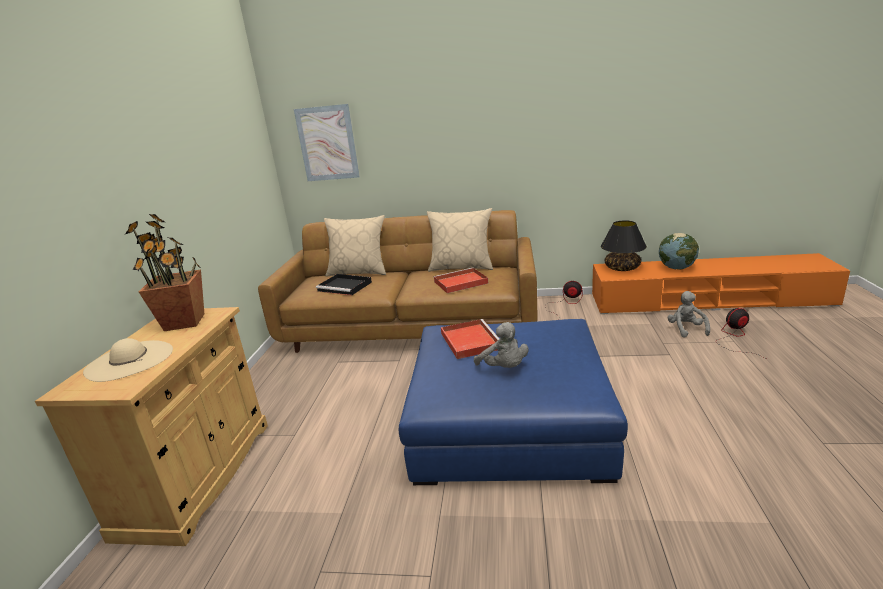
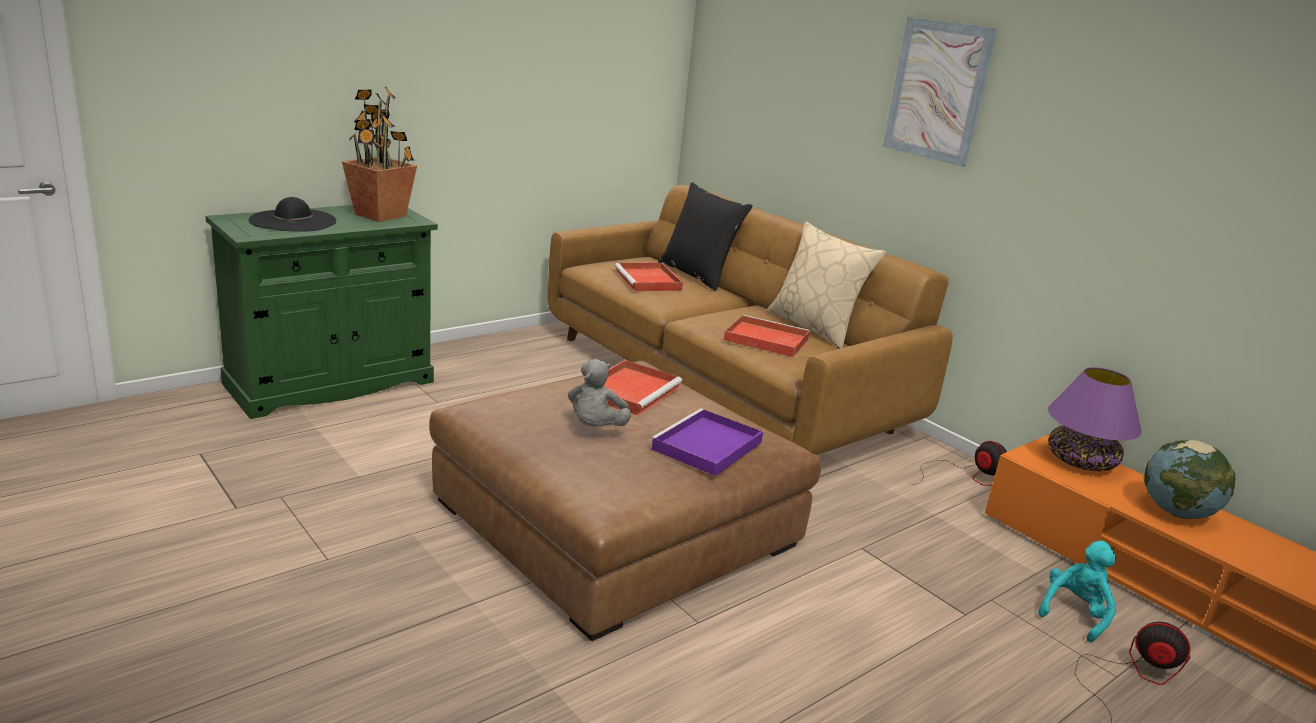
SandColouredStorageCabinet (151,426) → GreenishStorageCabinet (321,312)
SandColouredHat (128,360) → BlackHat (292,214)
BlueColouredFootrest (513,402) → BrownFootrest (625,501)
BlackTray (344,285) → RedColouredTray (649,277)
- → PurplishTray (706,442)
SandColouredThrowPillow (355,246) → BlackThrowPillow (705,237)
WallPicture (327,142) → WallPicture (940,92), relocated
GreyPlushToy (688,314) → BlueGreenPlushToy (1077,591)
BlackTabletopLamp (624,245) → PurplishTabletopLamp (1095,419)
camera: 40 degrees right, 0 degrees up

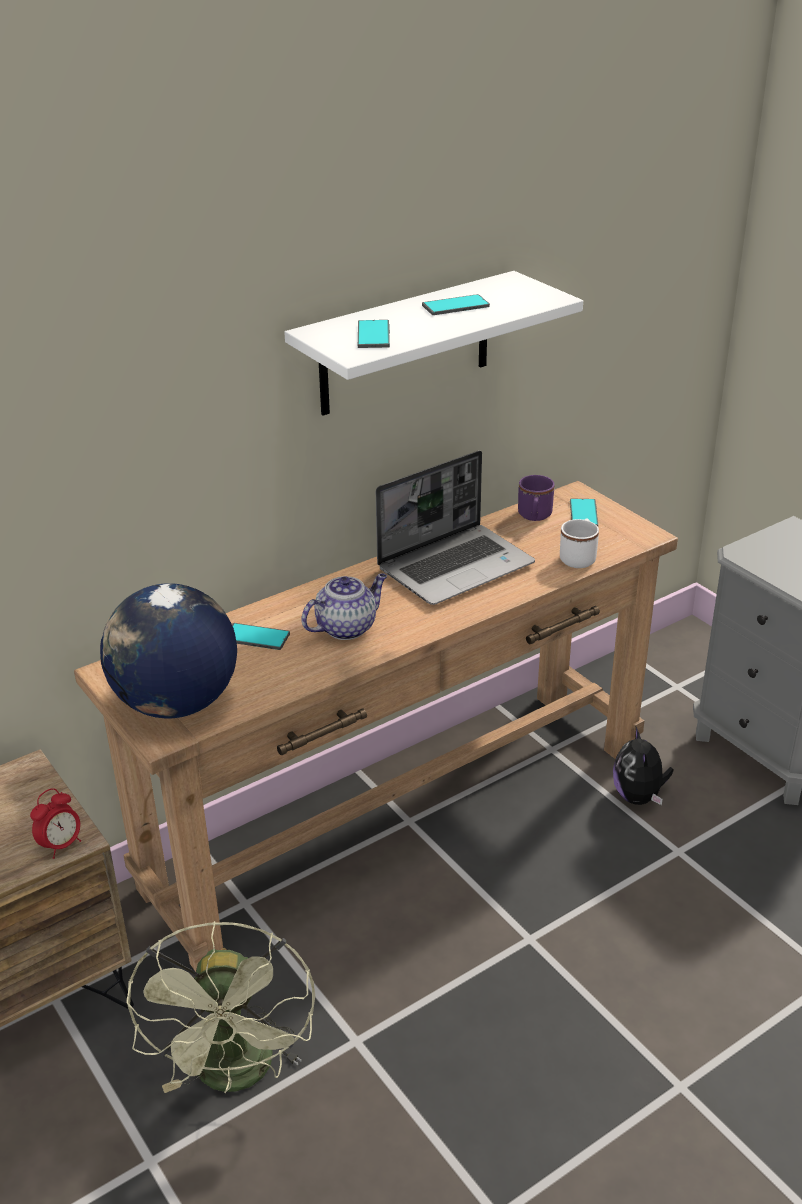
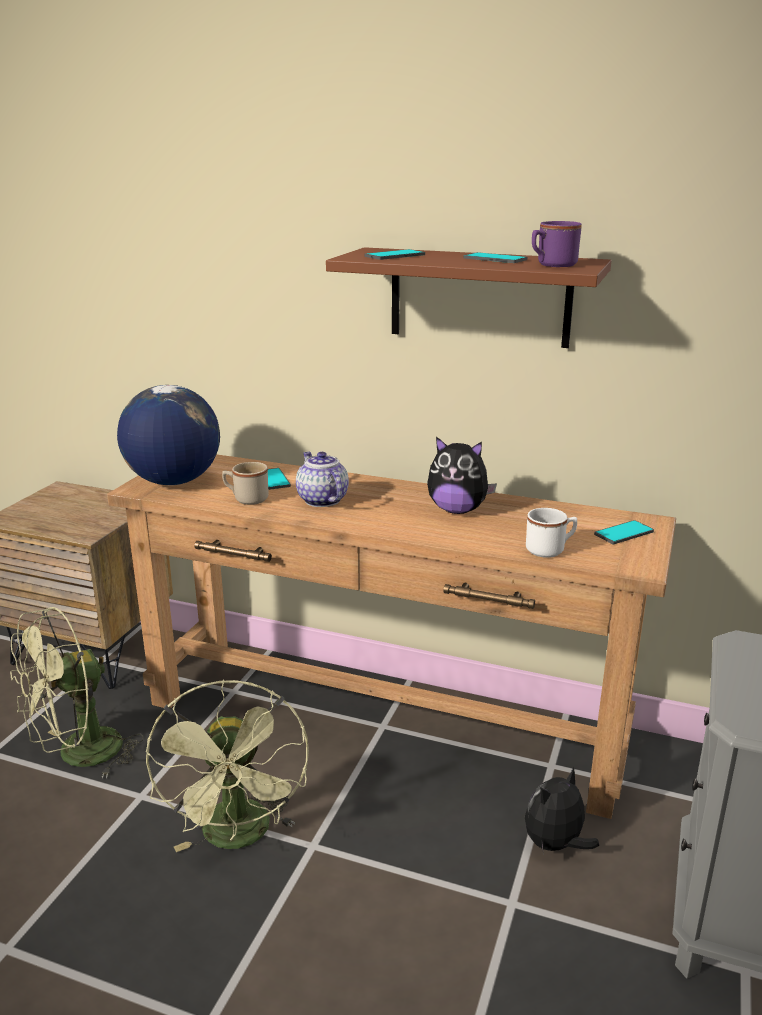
- → GreenishElectricFan (227,765)
- → SandColouredTeaMug (245,483)
TeaPot (344,606) → TeaPot (322,479), 135 degrees counterclockwise
WhitishShelf (433,343) → BrownShelf (468,297)
PortableComputer (455,527) → PlushToy (462,475)
PurplishTeaMug (536,498) → PurplishTeaMug (557,244), relocated
TableClock (55,823) → -
camera: 55 degrees right, 10 degrees down

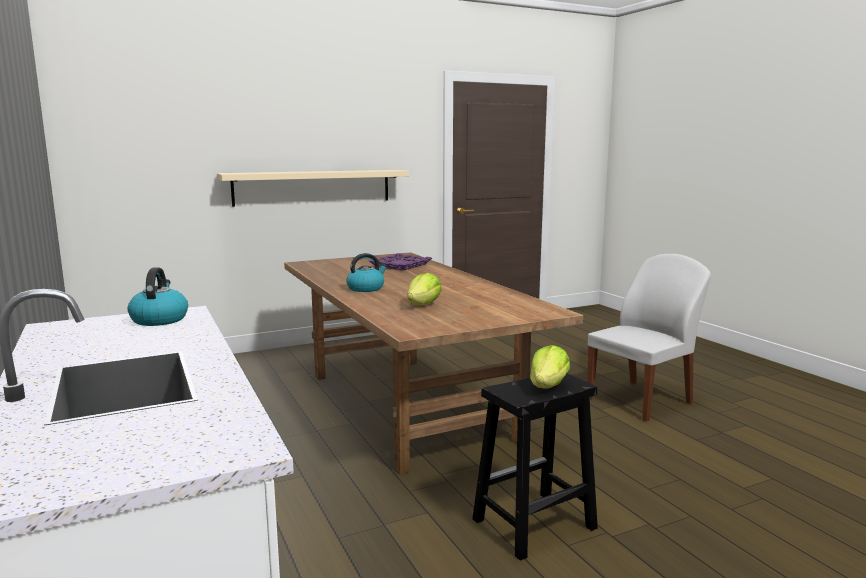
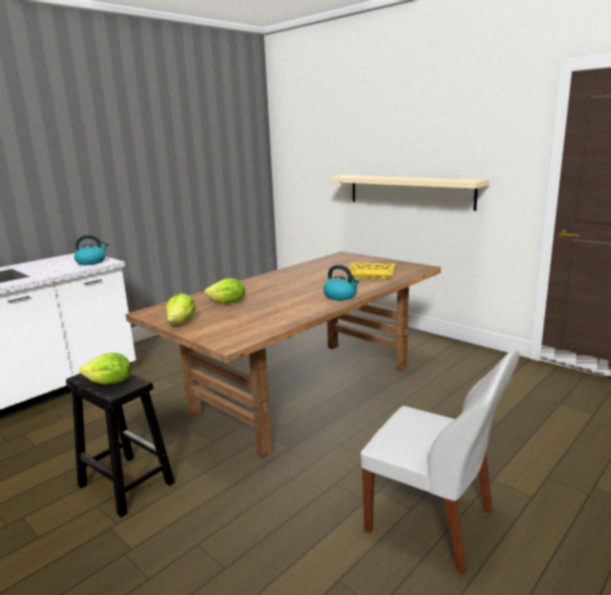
- → LettuceHead (181,309)
TeaKettle (366,272) → TeaKettle (341,282), relocated
PurplishTray (400,261) → YellowColouredTray (370,271)
camera: 70 degrees right, 5 degrees up

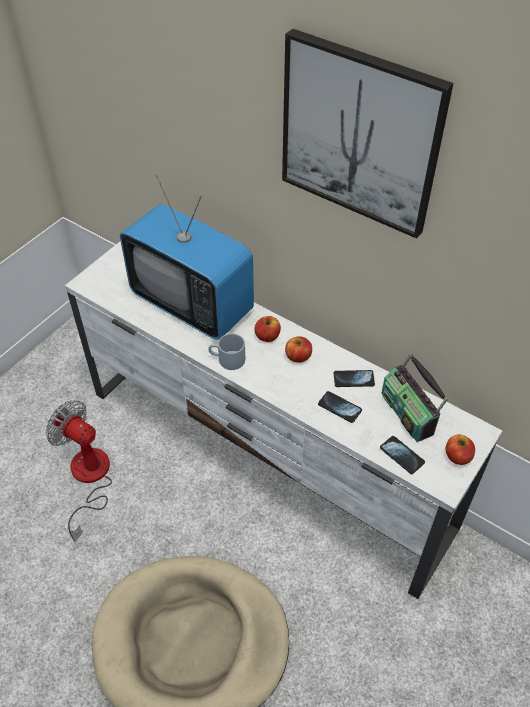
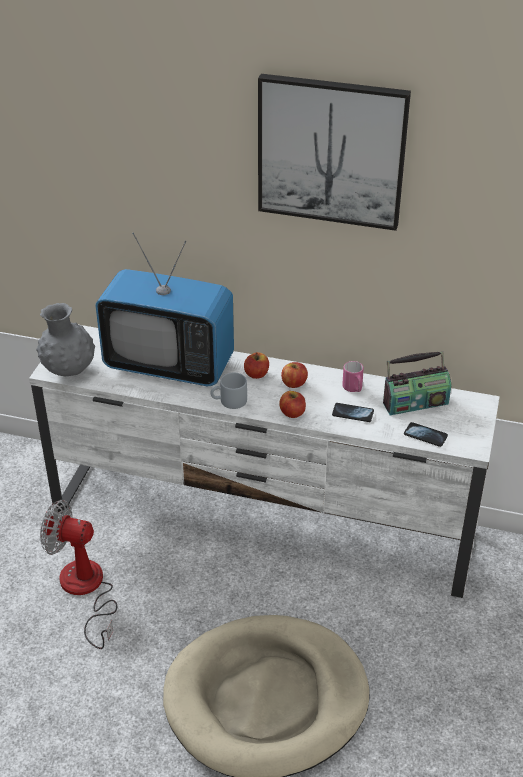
- → GreyVase (65,339)
AppleFruit (460,449) → AppleFruit (292,404), relocated
Handset (354,378) → PinkColouredTeaMug (353,376)
RadioReceiver (414,397) → RadioReceiver (417,383), 60 degrees counterclockwise
camera: 20 degrees left, 10 degrees down

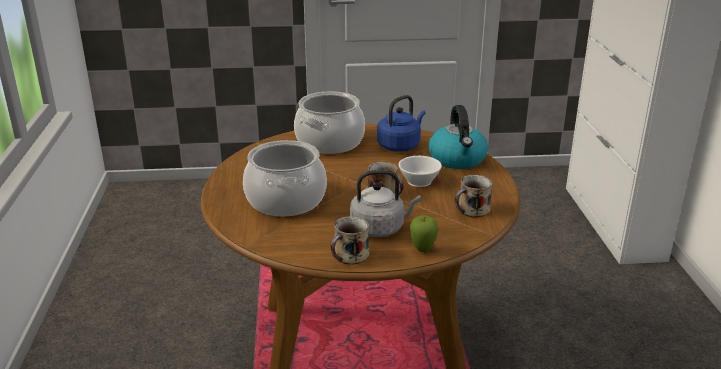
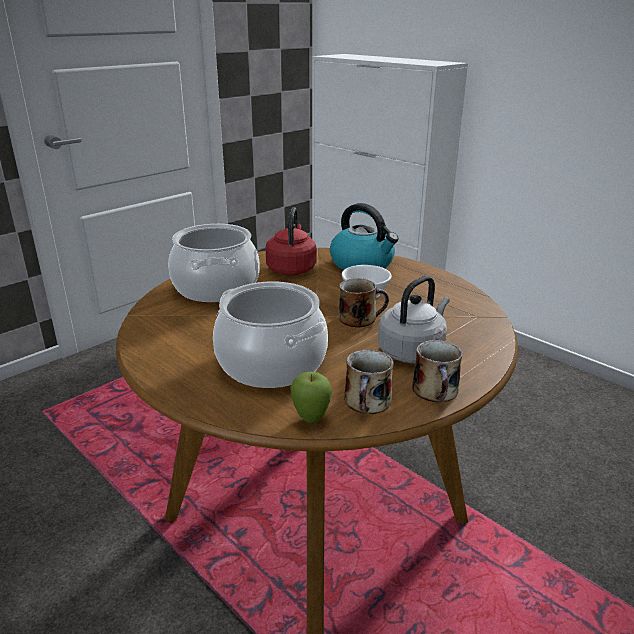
BlueColouredTeaKettle (401,123) → RedColouredTeaKettle (291,241)
AppleFruit (424,233) → AppleFruit (311,397), relocated
TeaMug (474,196) → TeaMug (369,382), relocated
camera: 40 degrees left, 0 degrees up

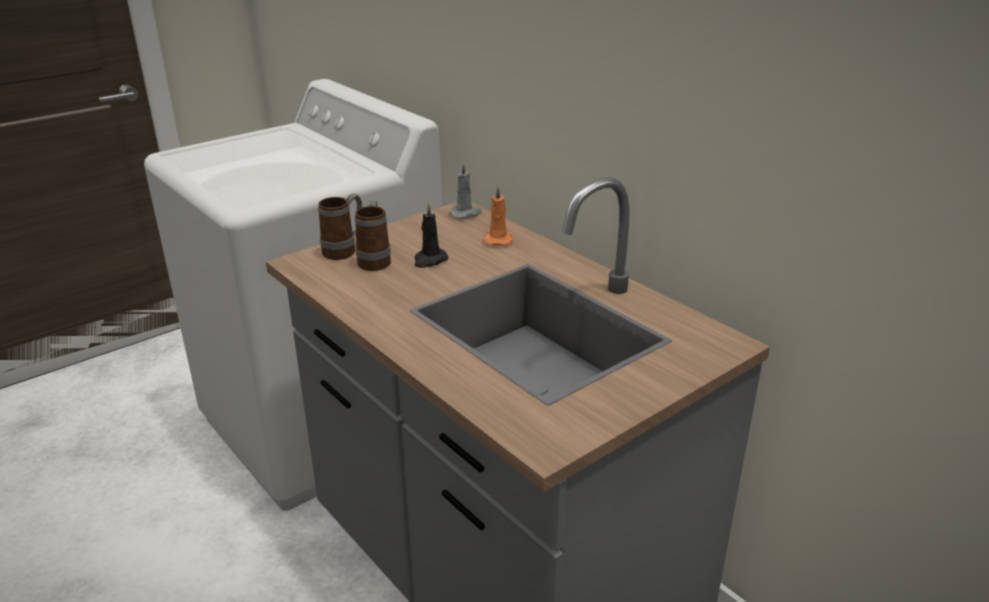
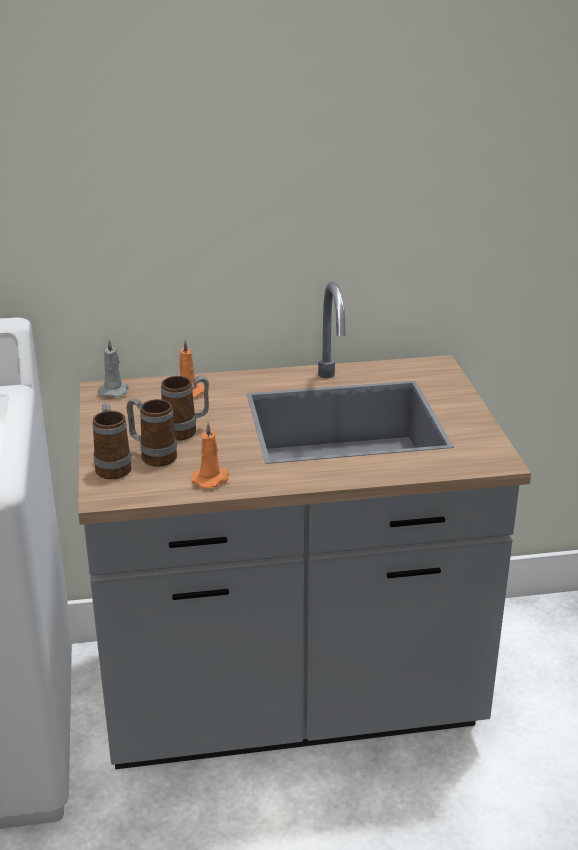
BlackCandle (431,235) → TeaMug (185,408)
- → OrangeyCandle (211,455)
camera: 60 degrees left, 0 degrees up

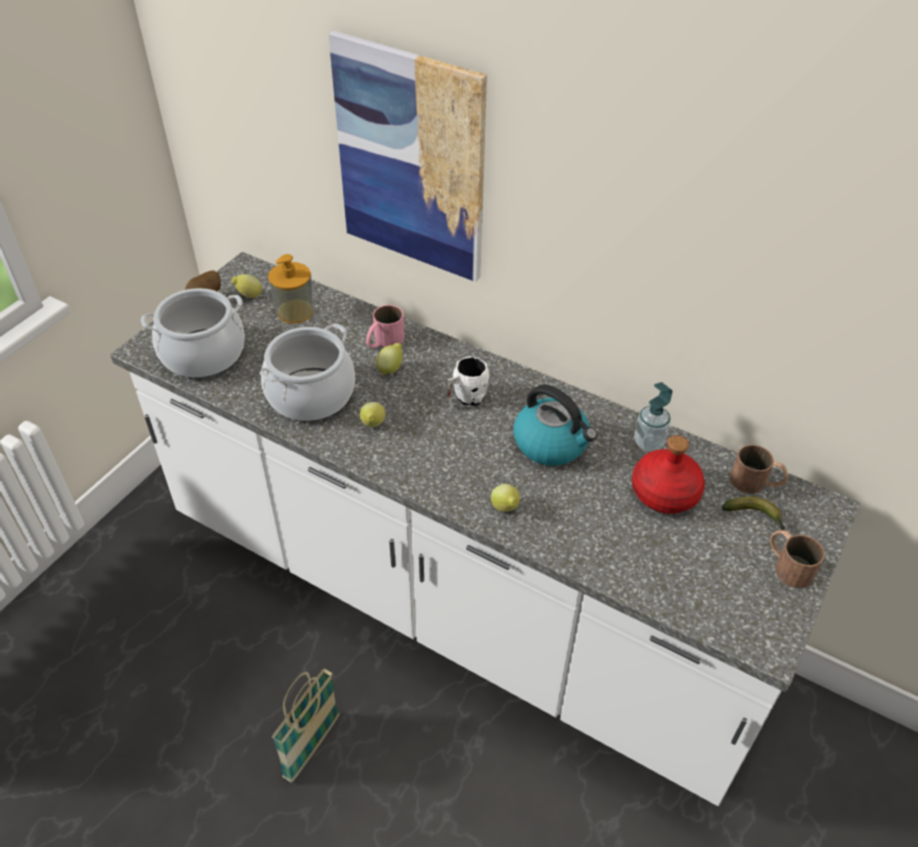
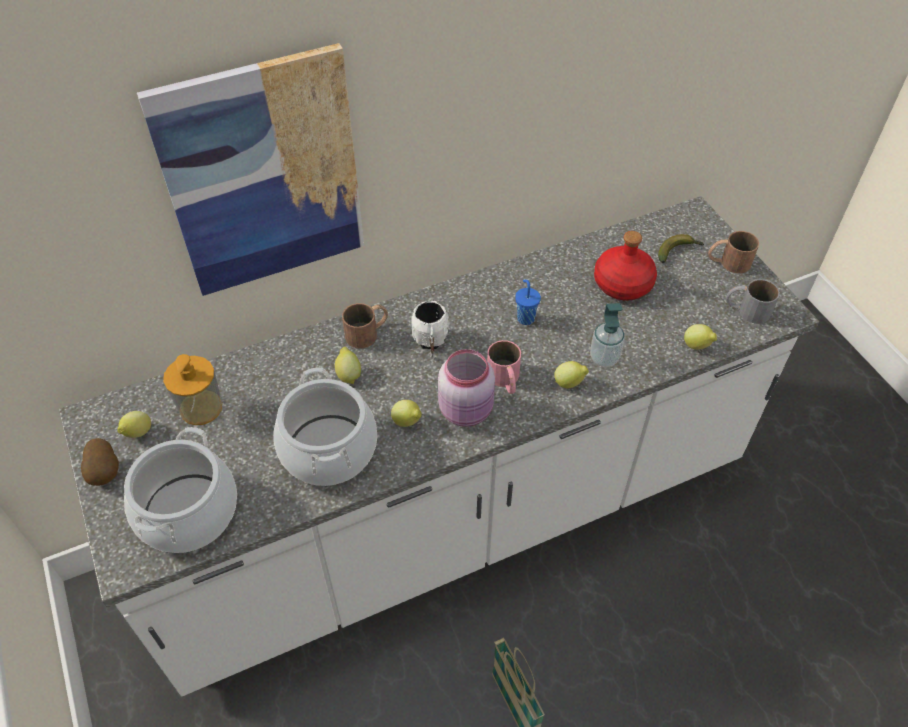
BrownTeaMug (759,469) → BrownTeaMug (365,326), relocated
- → PinkColouredPreserveJar (466,388)
PinkColouredTeaMug (385,326) → PinkColouredTeaMug (504,367), relocated
TeaKettle (555,425) → BlueColouredSmallCup (528,302)
SoapDispenser (653,417) → SoapDispenser (607,335), relocated
- → WholeLemon (700,337)
- → GreyTeaMug (753,301)
camera: 55 degrees left, 5 degrees up

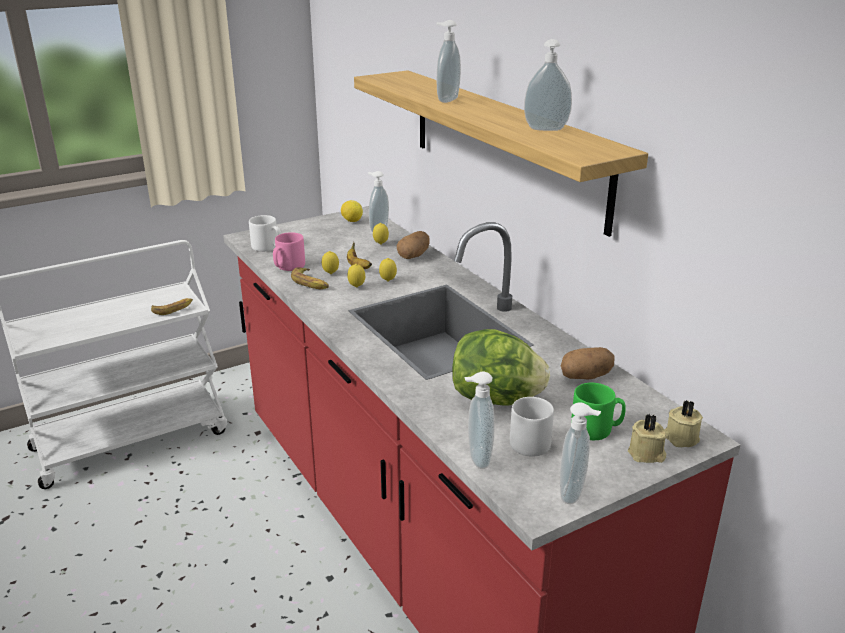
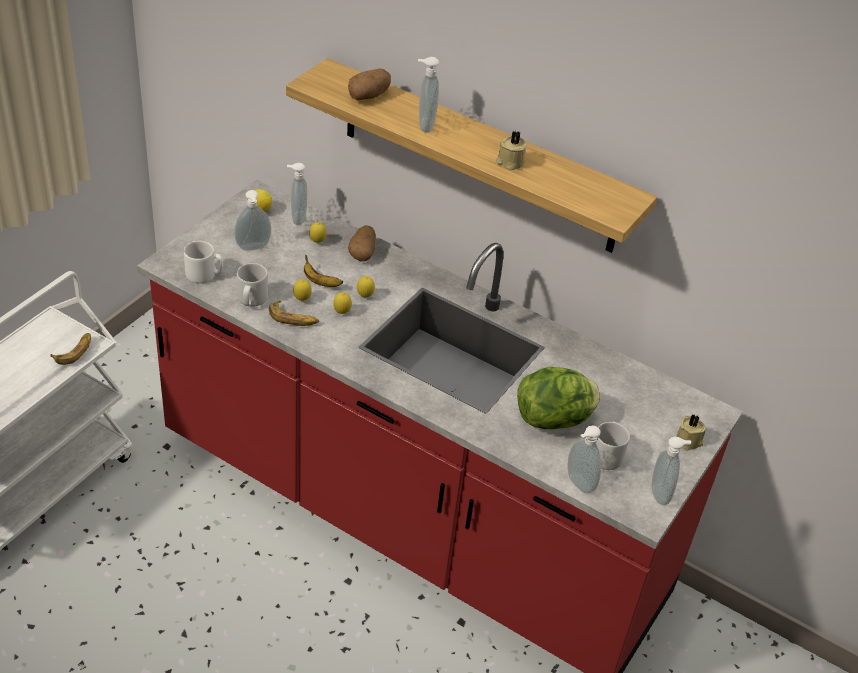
SoapDispenser (548,85) → SoapDispenser (252,220), relocated
PinkColouredTeaMug (289,251) → GreyTeaMug (252,285)
WholePotato (588,363) → WholePotato (369,84), relocated
SandColouredCandle (683,423) → SandColouredCandle (511,150), relocated
GreenishTeaMug (598,411) → -
camera: 30 degrees left, 15 degrees up

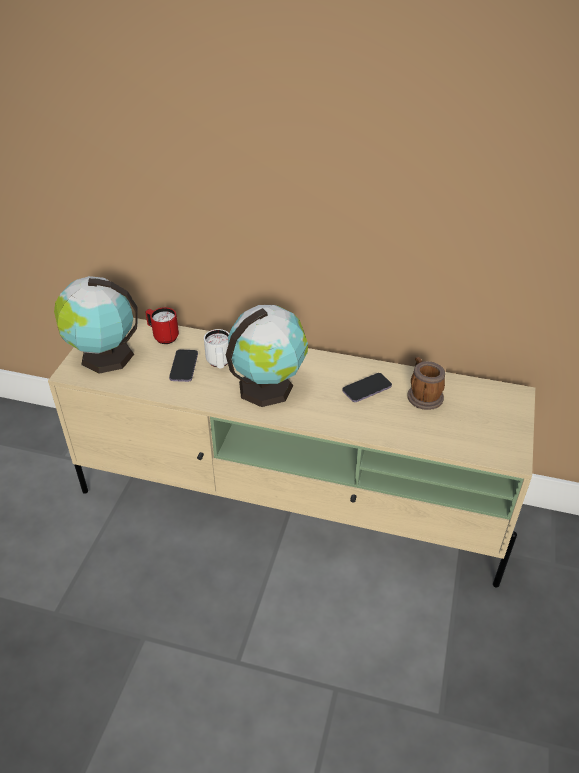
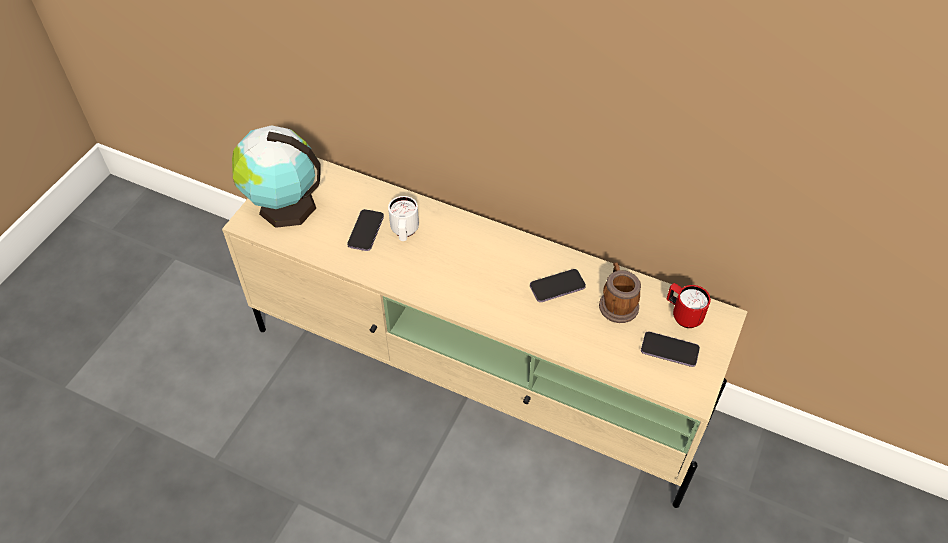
- → Handset (670,349)
RedColouredTeaMug (162,325) → RedColouredTeaMug (688,305), relocated
DeskGlobe (267,356) → -
camera: 10 degrees right, 10 degrees up

